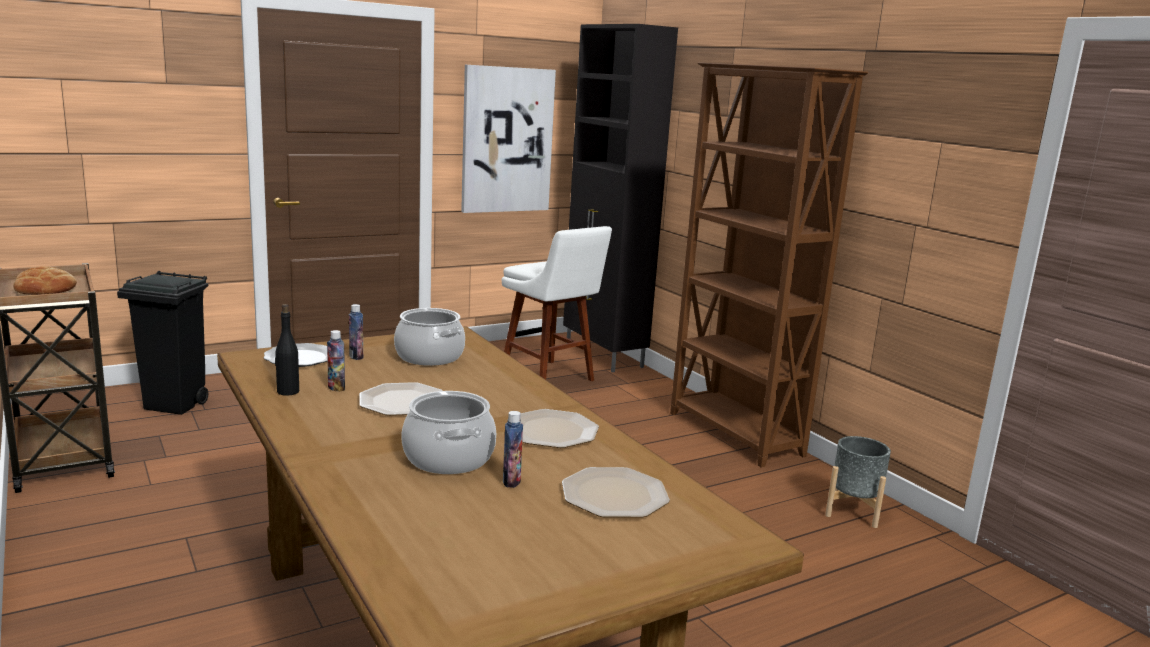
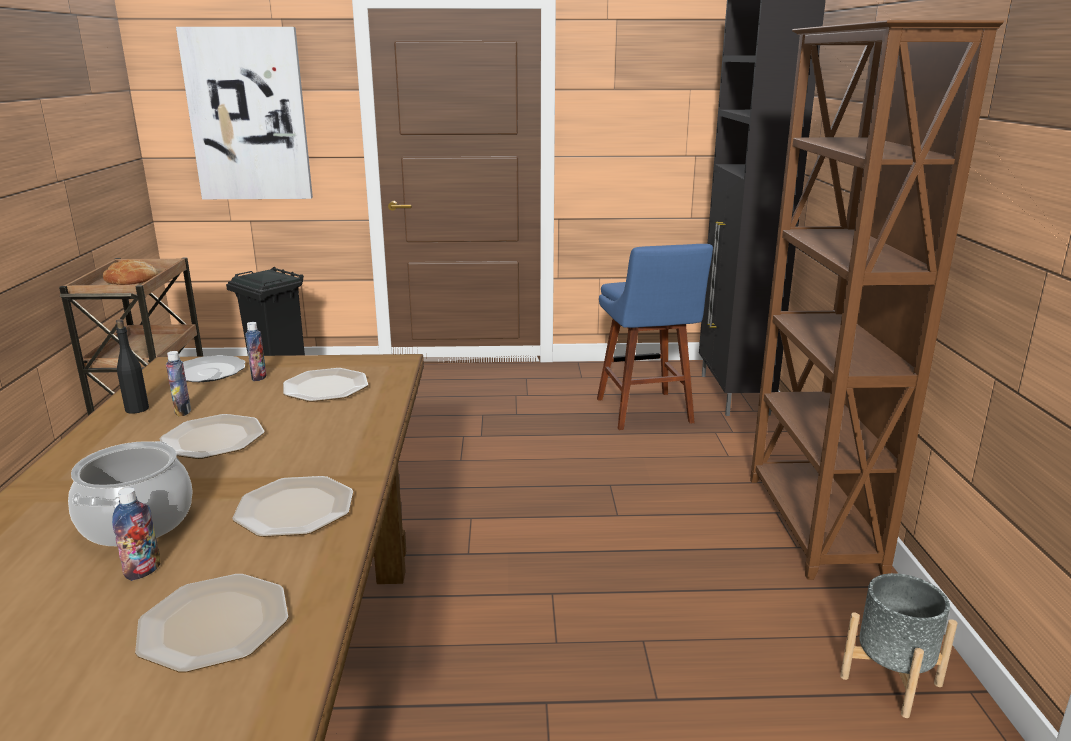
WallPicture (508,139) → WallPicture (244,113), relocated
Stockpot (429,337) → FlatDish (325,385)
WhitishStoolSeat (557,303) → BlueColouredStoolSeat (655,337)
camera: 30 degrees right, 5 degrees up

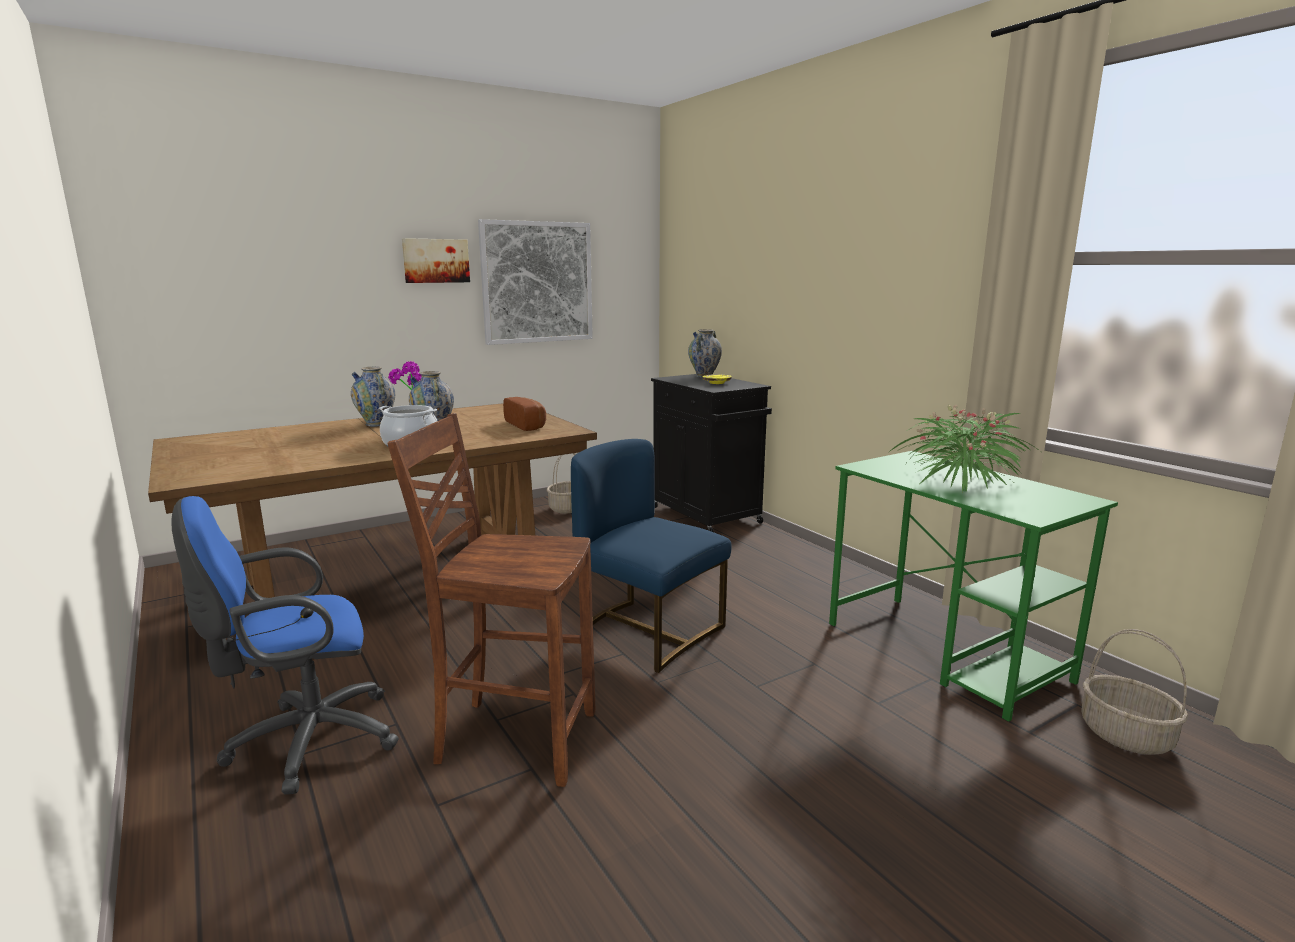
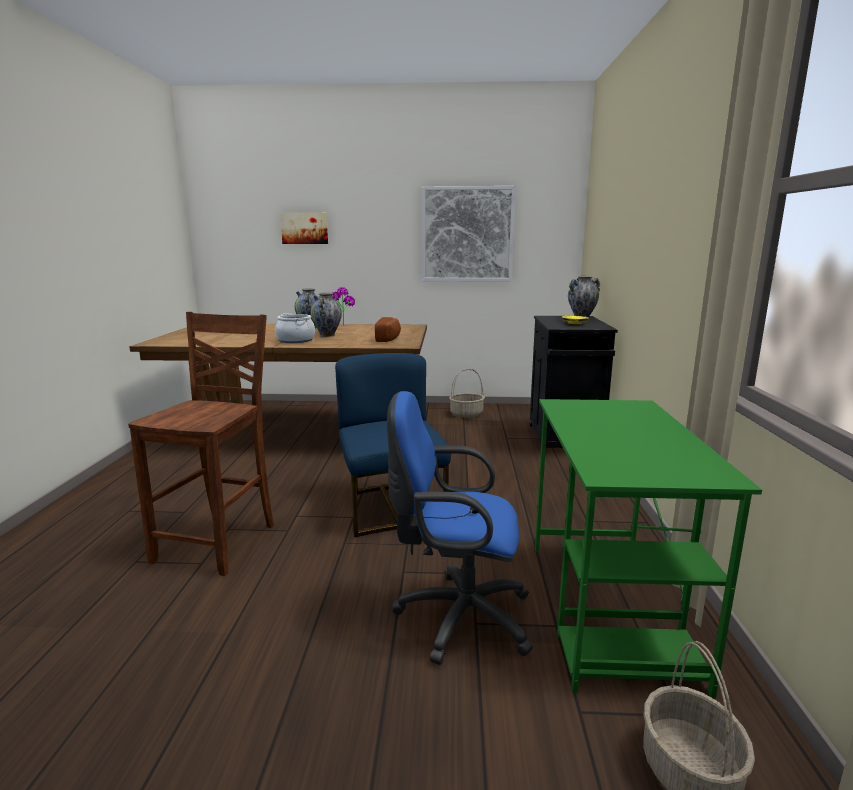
BrownUprightChair (491,600) → BrownUprightChair (201,444), 60 degrees clockwise
WallPicture (436,260) → WallPicture (304,228), relocated
BlueColouredComputerChair (285,645) → BlueColouredComputerChair (460,528), relocated
Houseplant (964,448) → -
camera: 35 degrees right, 0 degrees up

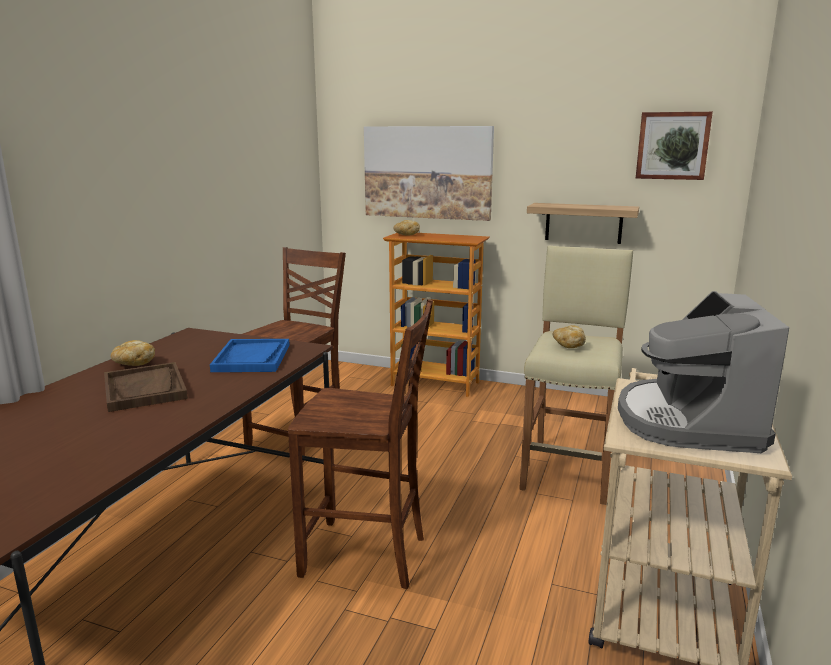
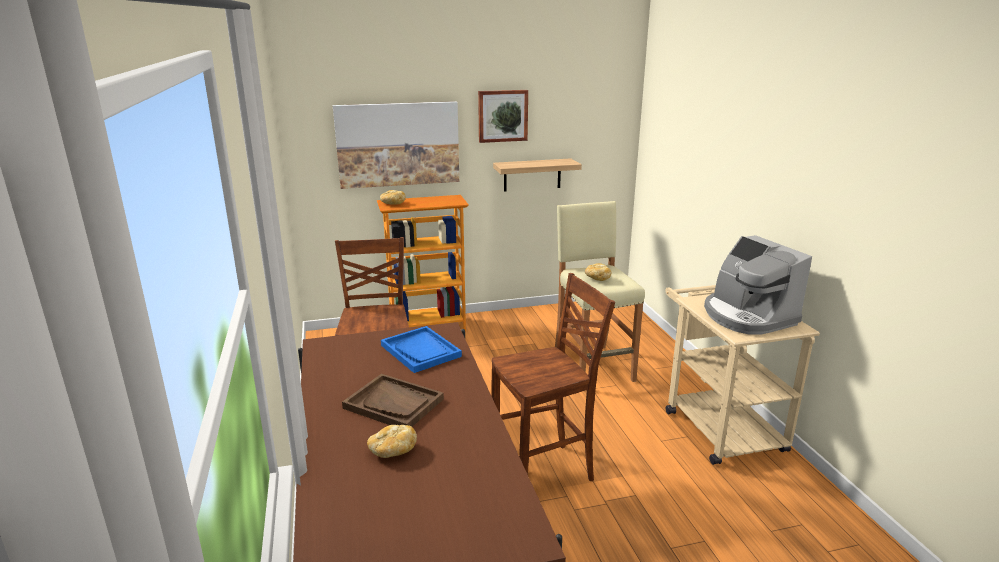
Bread (133,353) → Bread (392,441), relocated
WallPicture (674,146) → WallPicture (503,116), relocated
camera: 35 degrees left, 5 degrees up

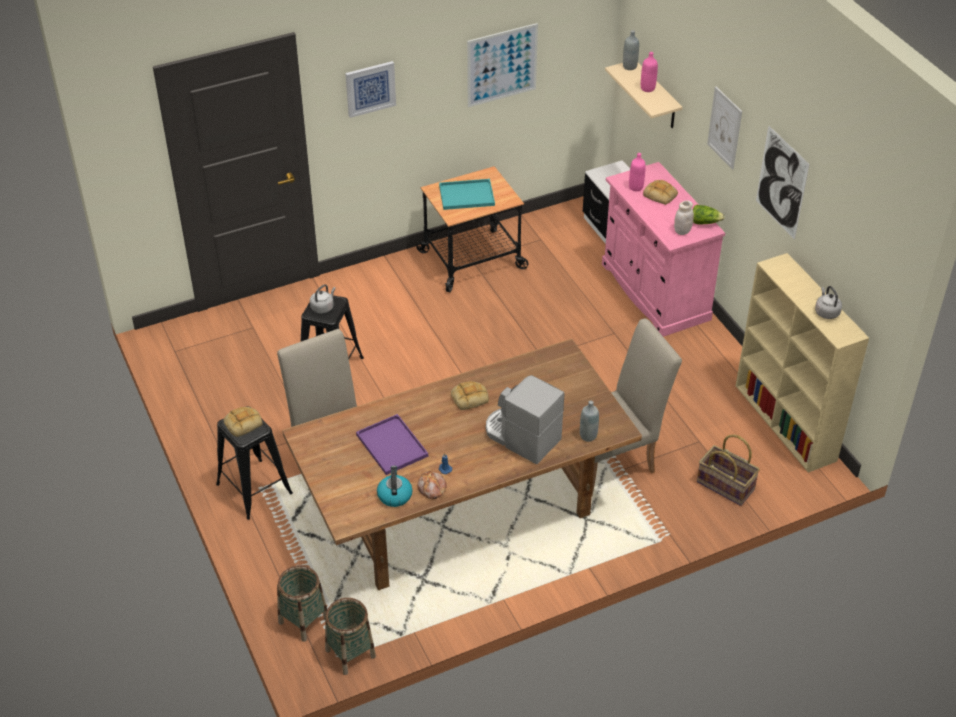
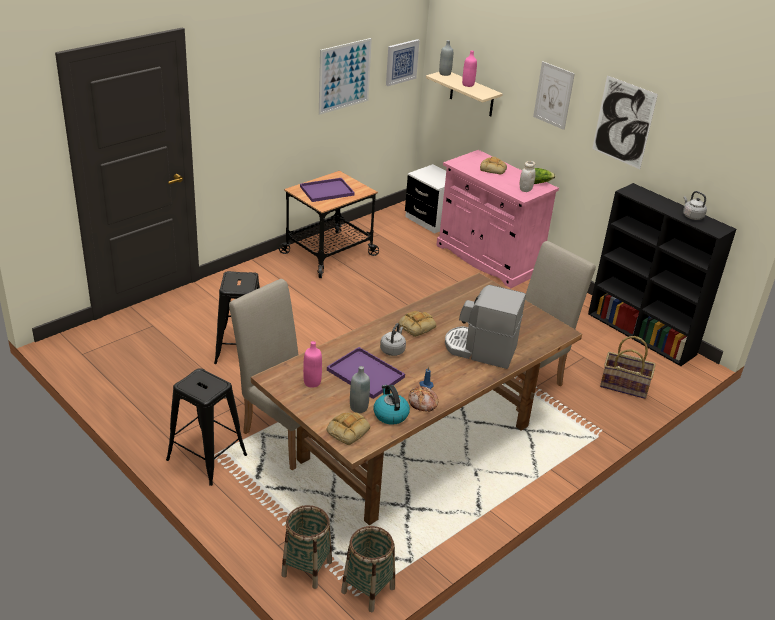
BlueGreenTray (467,194) → PurplishTray (327,190)
PinkColouredBeverageBottle (637,172) → PinkColouredBeverageBottle (312,364), relocated
Bread (243,422) → Bread (348,428), relocated
GreyBeverageBottle (589,421) → GreyBeverageBottle (360,389), relocated
GreyTeaKettle (323,299) → GreyTeaKettle (393,339), relocated
WallPicture (370,89) → WallPicture (402,62), relocated
SandColouredBookshelf (802,363) → BlackBookshelf (662,274)
camera: 20 degrees left, 10 degrees down

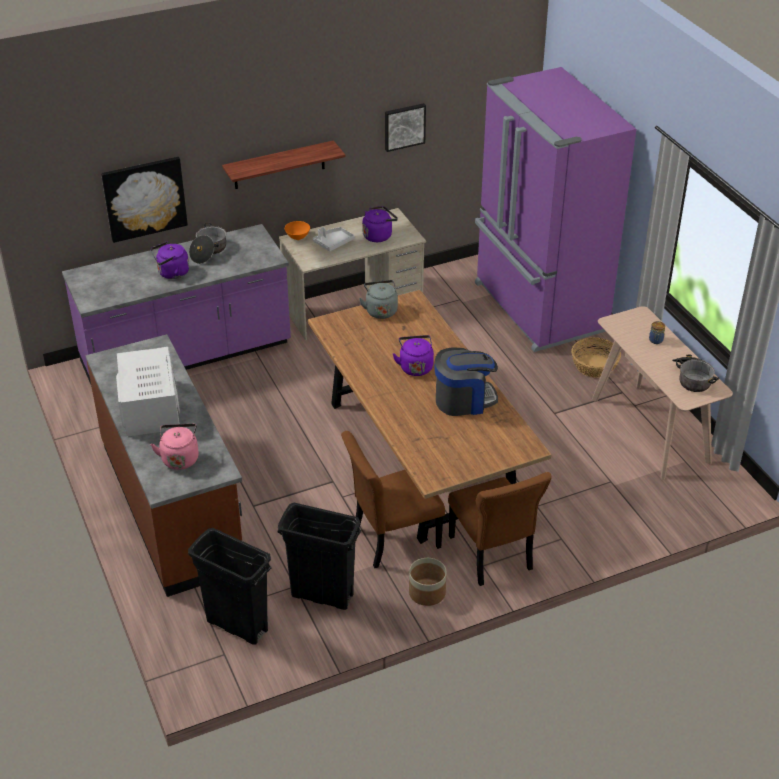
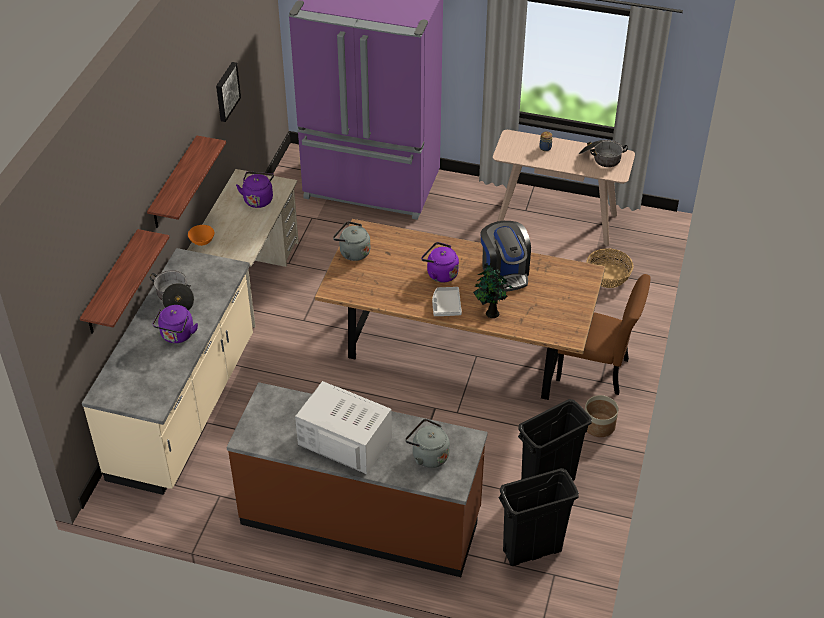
WallPicture (144,200) → Shelf (124,281)
PurplishCounter (176,304) → SandColouredCounter (167,371)
PinkColouredTeaKettle (175,447) → GreyTeaKettle (427,443)
GreyTray (334,239) → GreyTray (447,301), relocated
- → Houseplant (493,290)
CoffeeMachine (466,382) → CoffeeMachine (505,256), 135 degrees clockwise
Basket (596,357) → Basket (610,268), relocated
BrownUprightChair (393,499) → -
camera: 50 degrees left, 5 degrees up

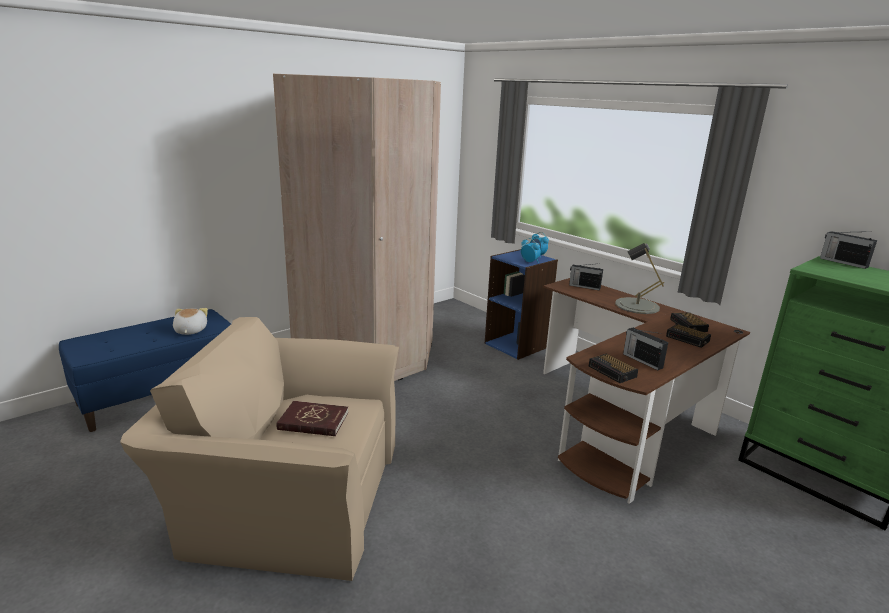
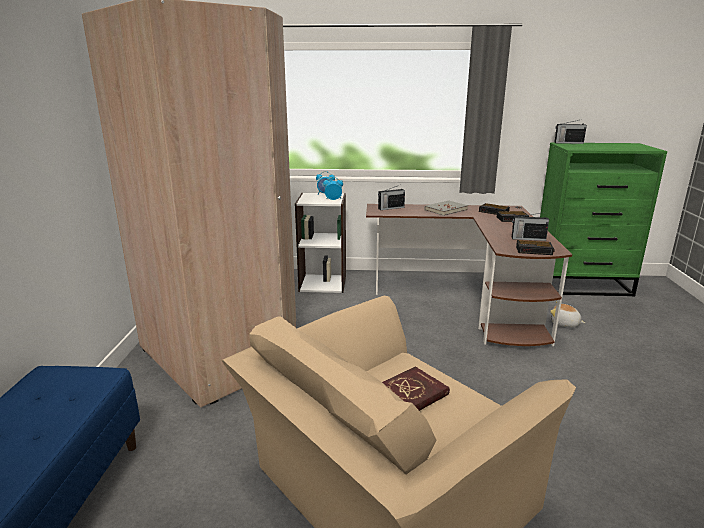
BlueColouredBookshelf (521,304) → WhitishBookshelf (320,243)
GreyTabletopLamp (639,278) → GreyBoundBook (446,208)
PlushToy (190,321) → PlushToy (567,314), relocated
camera: 45 degrees left, 0 degrees up

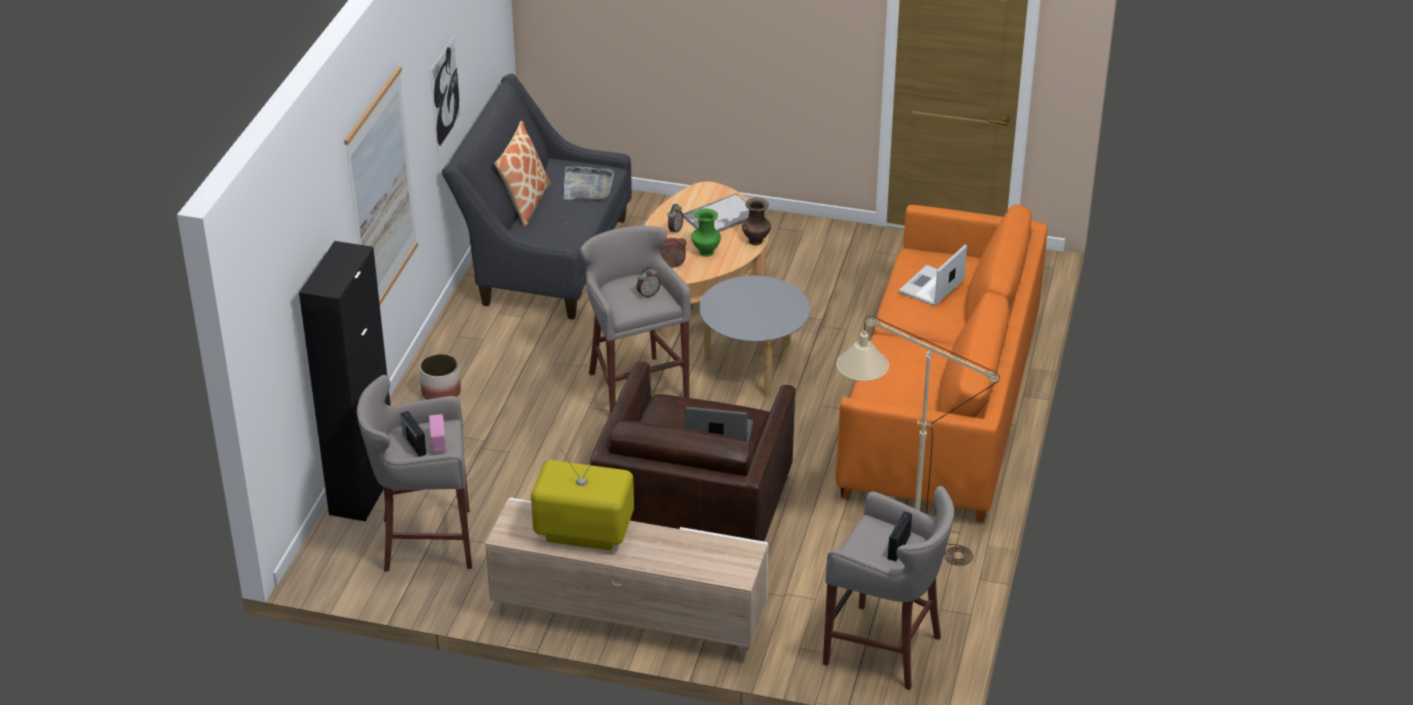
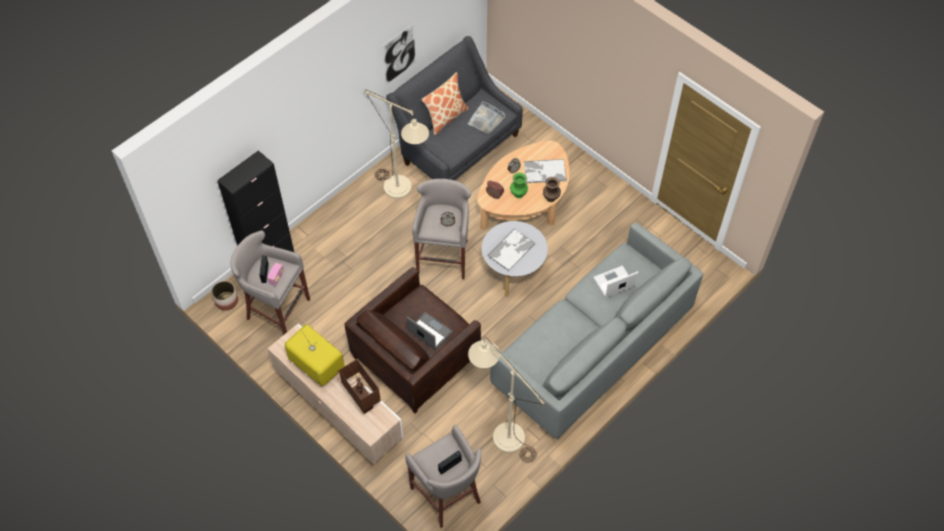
PlantPot (440,376) → PlantPot (225,296), relocated
- → BrownTabletopLamp (360,386)
- → SandColouredStandardLamp (397,144)
- → Tray (511,250)
OrangeySofa (941,364) → GreySofa (596,330)
WallPicture (381,185) → -
camera: 30 degrees right, 20 degrees up

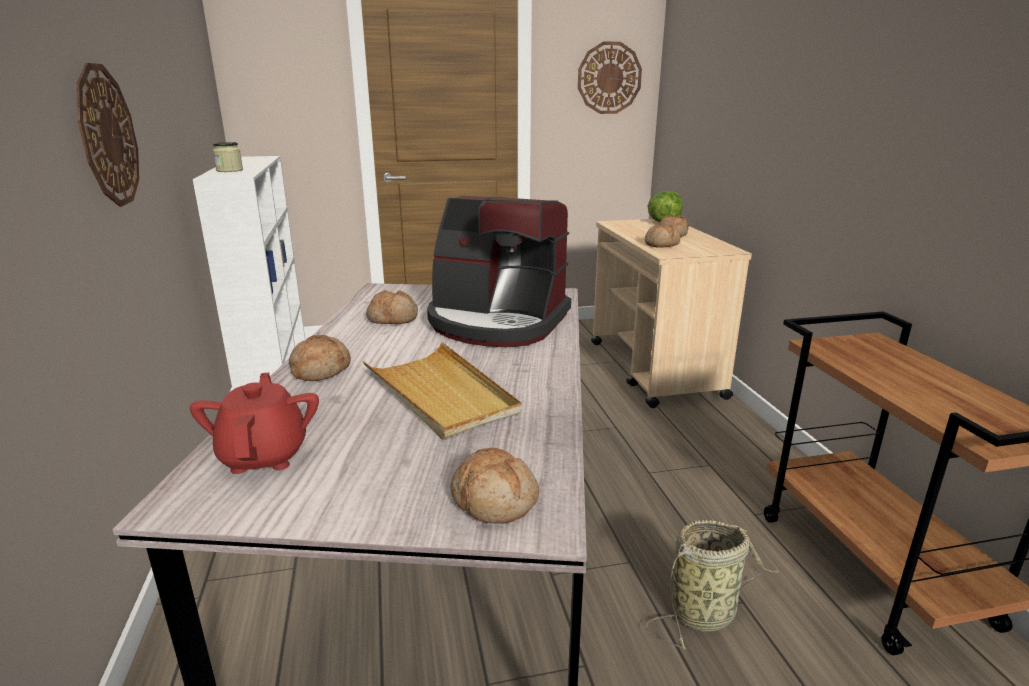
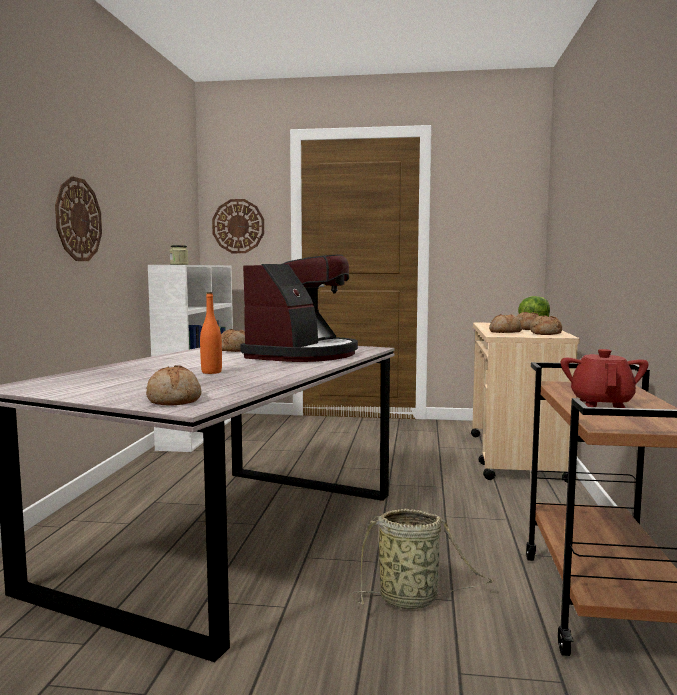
SandColouredTray (442,391) → OrangeyBeverageBottle (211,333)
ClockOnTheWall (610,77) → ClockOnTheWall (238,226), relocated
CoffeeMachine (499,271) → CoffeeMachine (299,308), 105 degrees counterclockwise
Bread (320,358) → Bread (546,325), relocated
RedColouredTeaPot (254,423) → RedColouredTeaPot (605,378), relocated
camera: 20 degrees right, 15 degrees down

